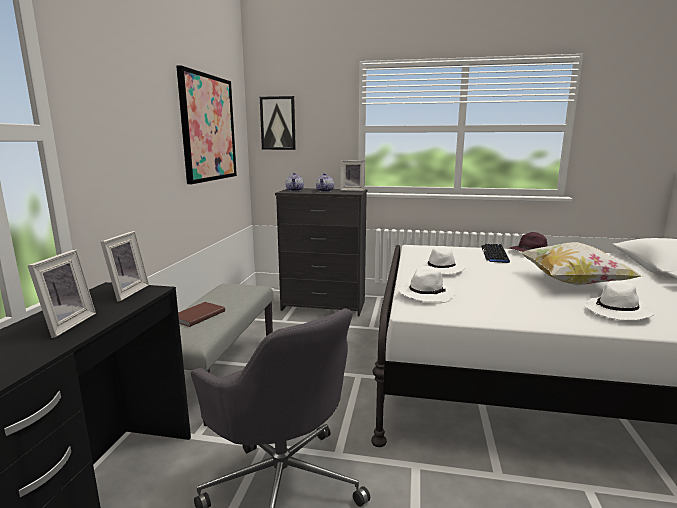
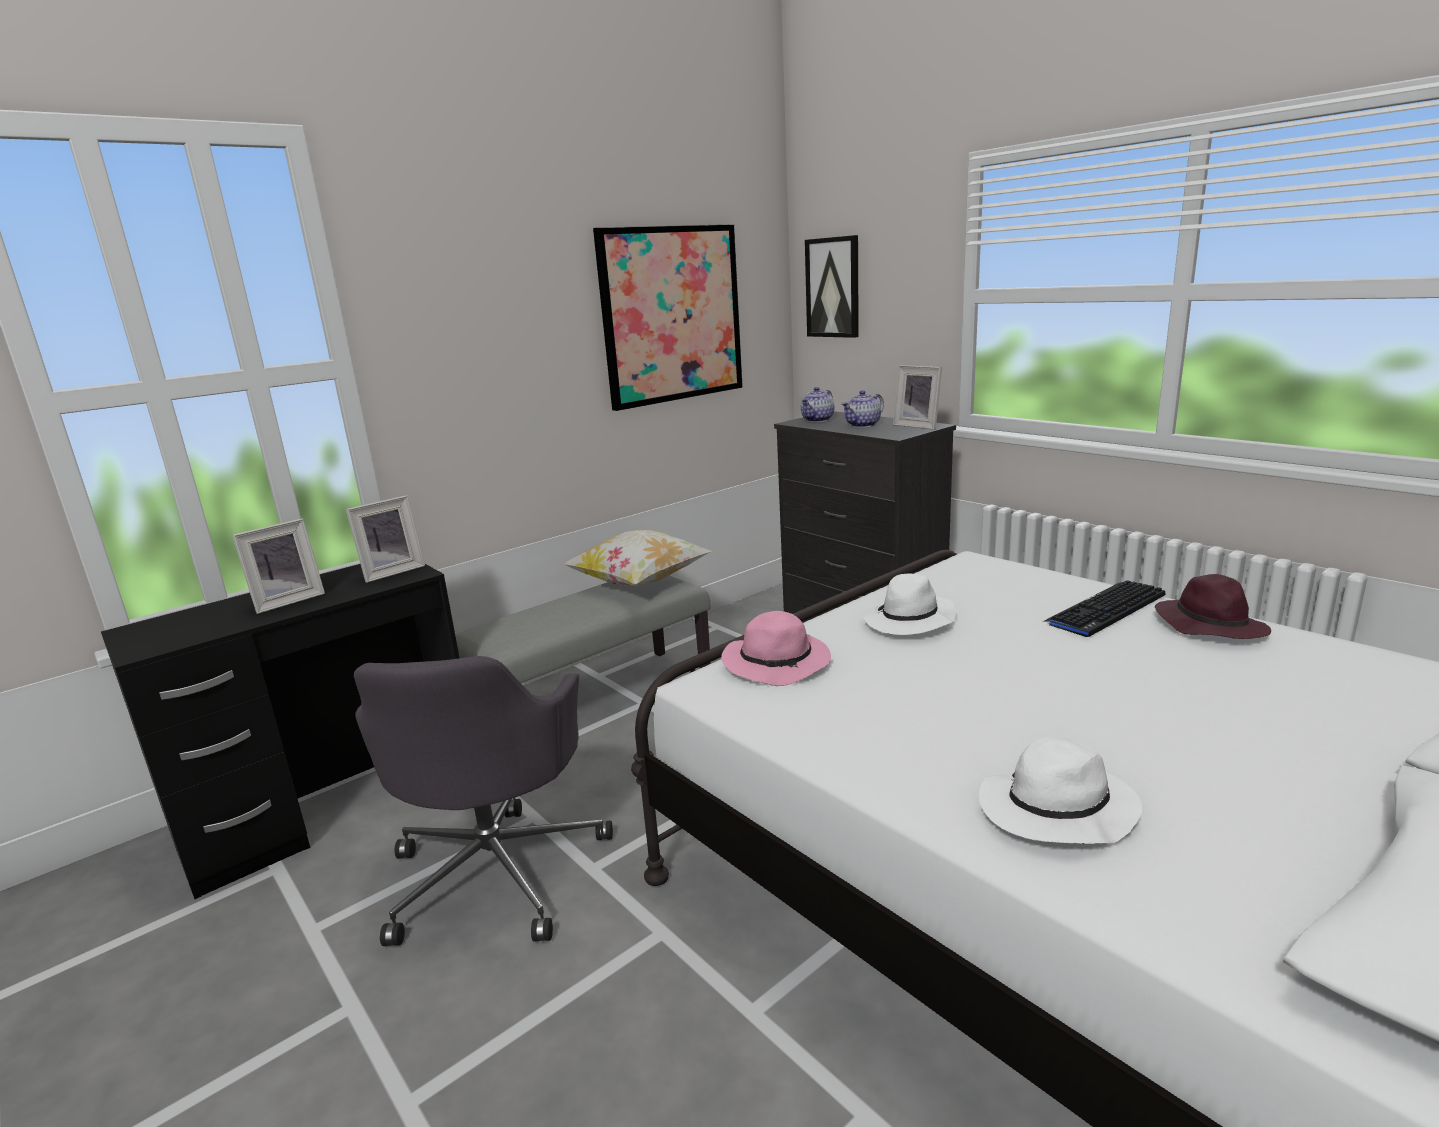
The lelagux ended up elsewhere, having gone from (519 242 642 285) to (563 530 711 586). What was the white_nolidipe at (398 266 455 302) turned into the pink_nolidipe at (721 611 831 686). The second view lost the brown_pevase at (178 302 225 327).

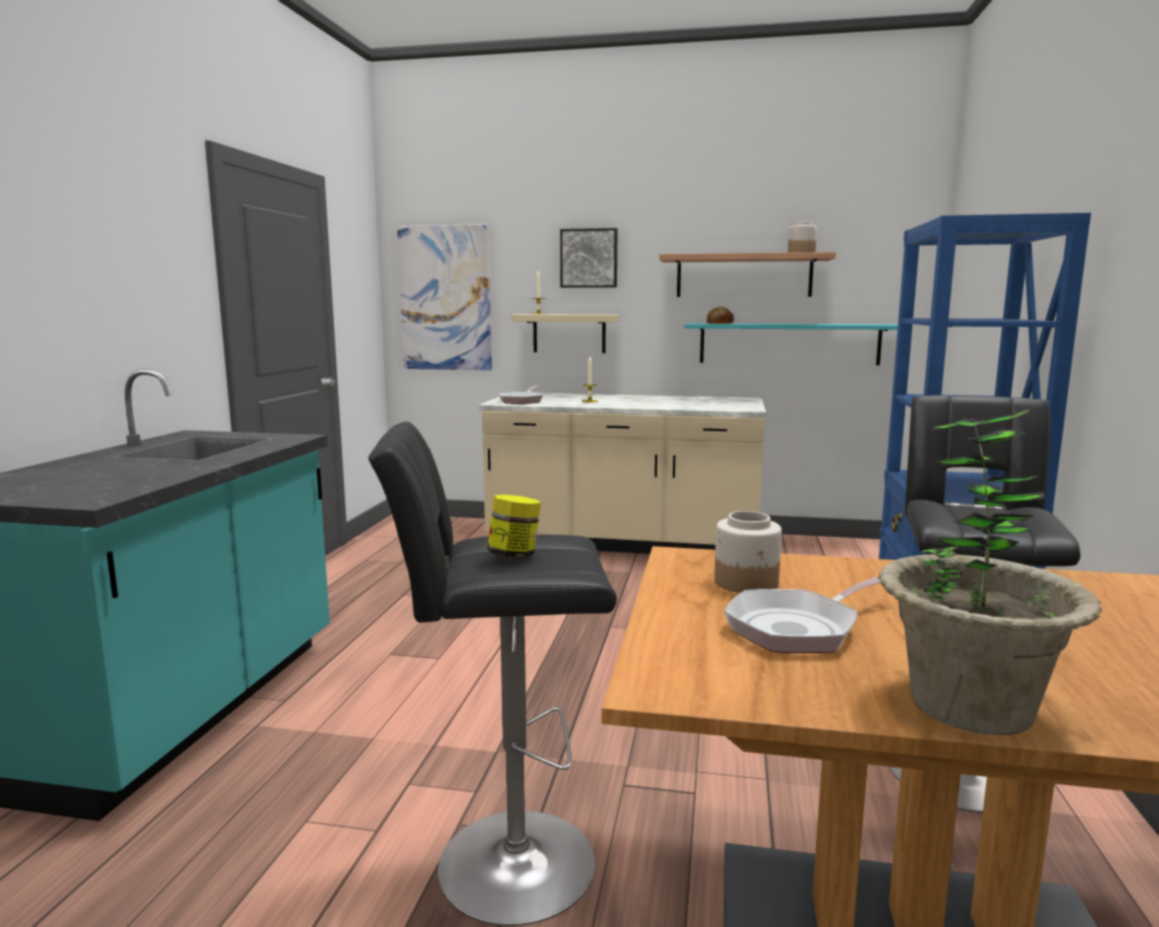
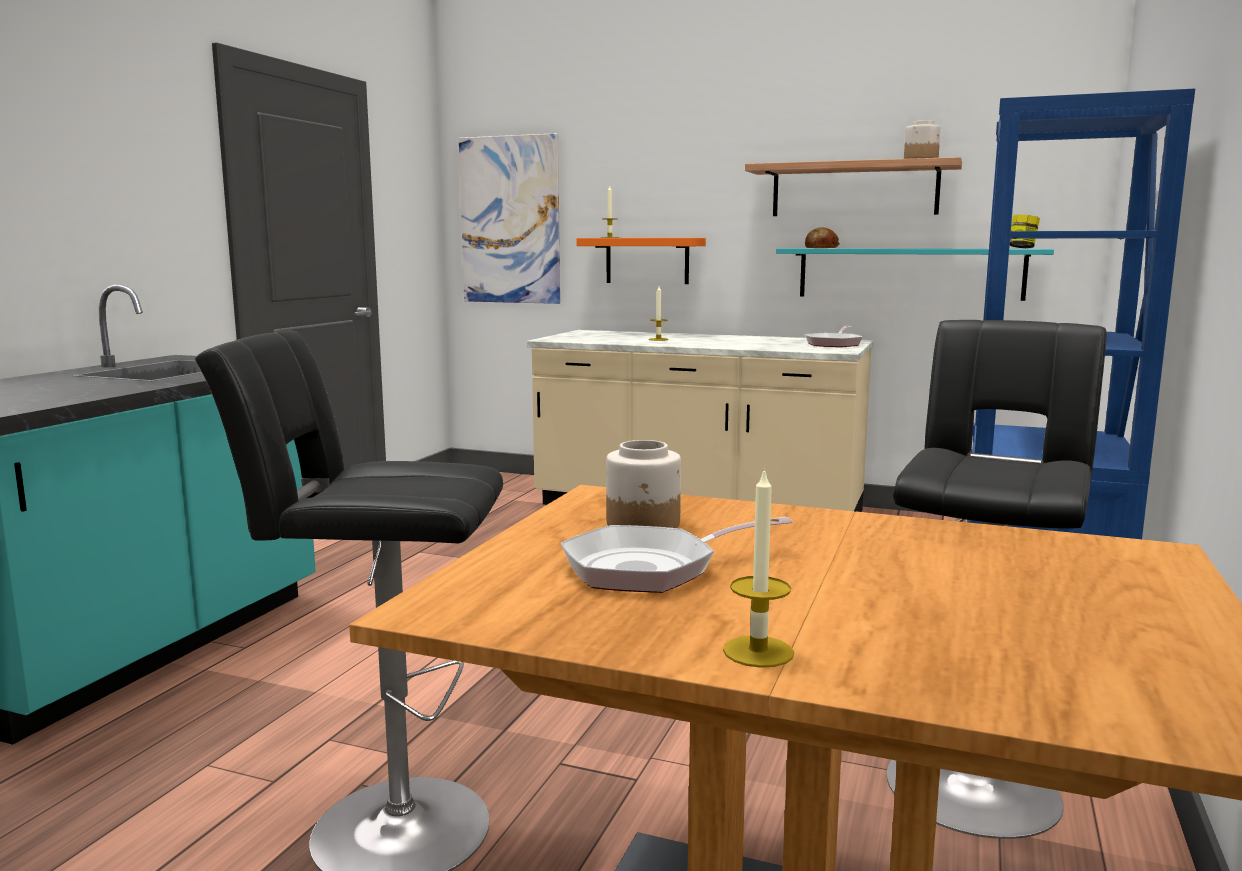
What was the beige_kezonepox at (511 314 620 353) turned into the orange_kezonepox at (576 238 706 284). Where the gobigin stood at (879 409 1102 735), the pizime came to stand at (723 467 794 668). The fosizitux ended up elsewhere, having gone from (499 385 543 404) to (805 326 863 347). The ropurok ended up elsewhere, having gone from (487 495 541 558) to (1010 214 1040 248). The second view lost the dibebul at (560 228 618 288).

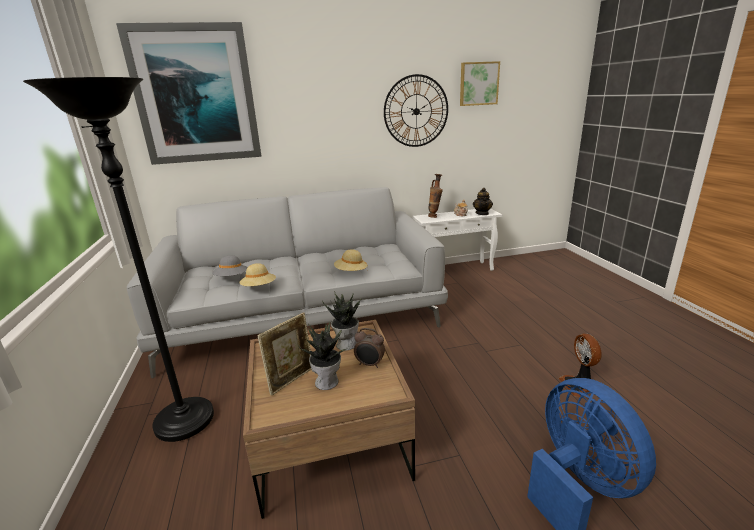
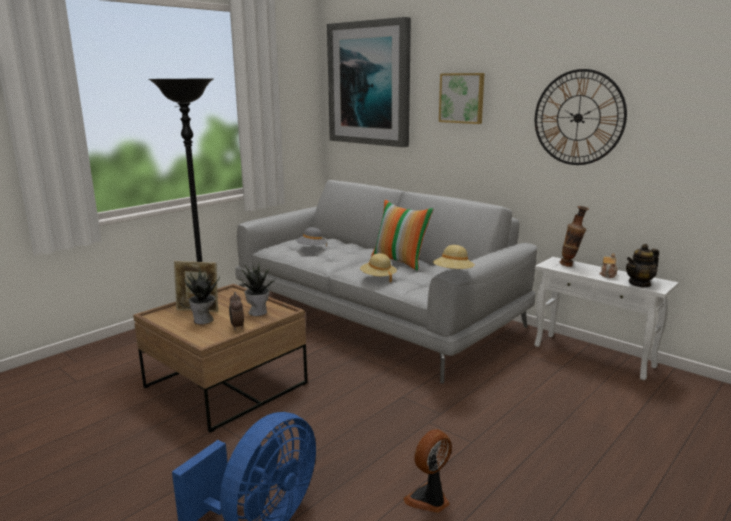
The second view gained the lelagux at (371 200 433 270). The beige_nolidipe ended up elsewhere, having gone from (239 263 276 286) to (433 245 475 269). The dibebul ended up elsewhere, having gone from (460 61 500 106) to (439 73 484 124).

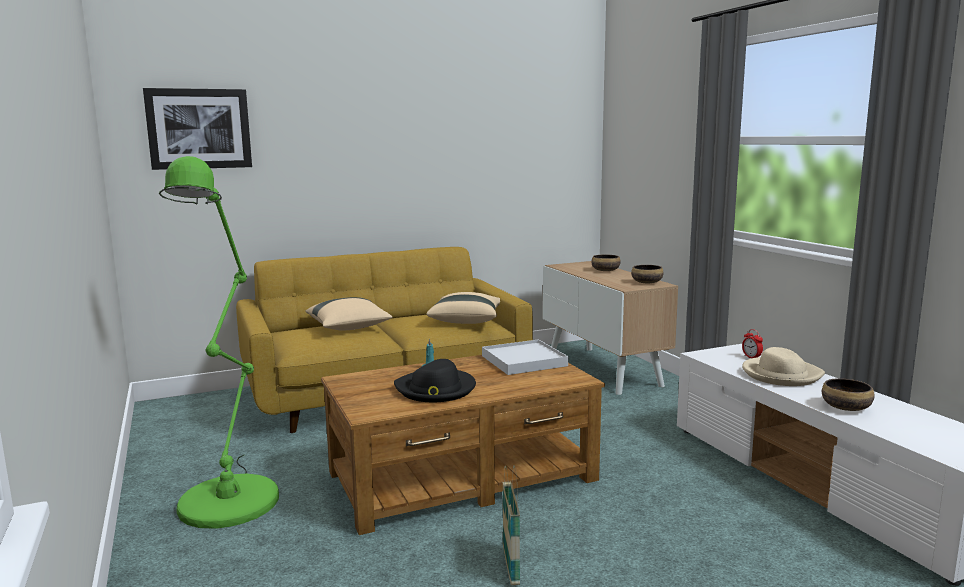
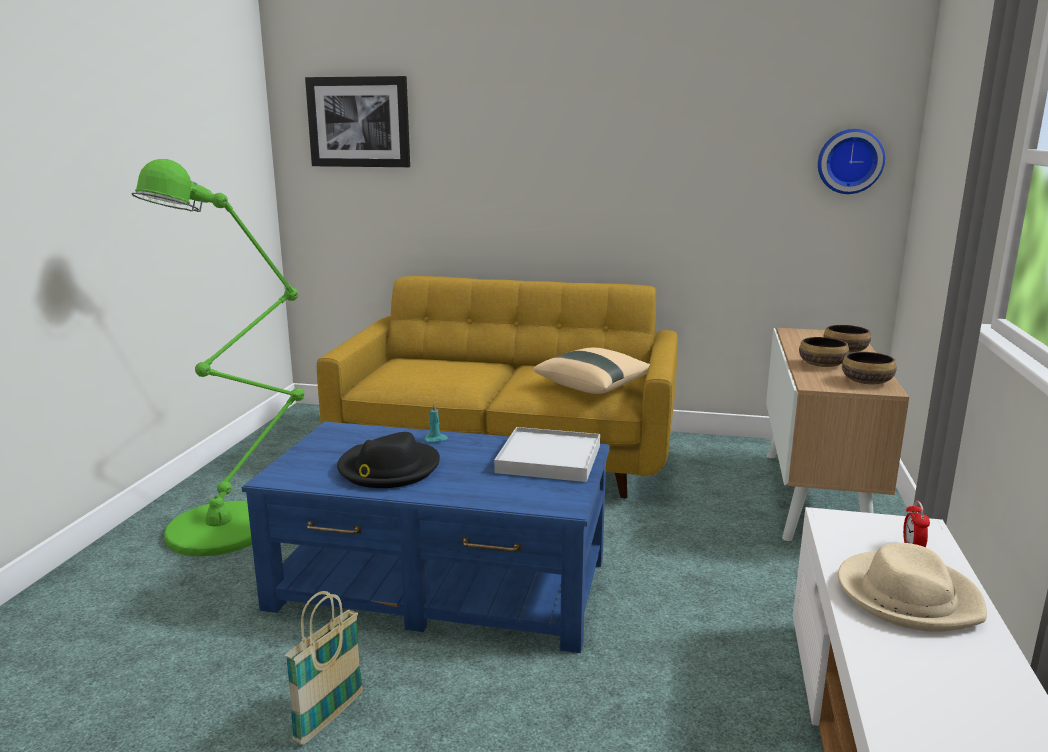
What was the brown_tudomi at (321 355 605 535) turned into the blue_tudomi at (241 422 610 653). The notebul ended up elsewhere, having gone from (822 378 874 411) to (799 337 849 367). The second view gained the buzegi at (818 129 885 194). The second view lost the beige_lelagux at (305 297 393 331).

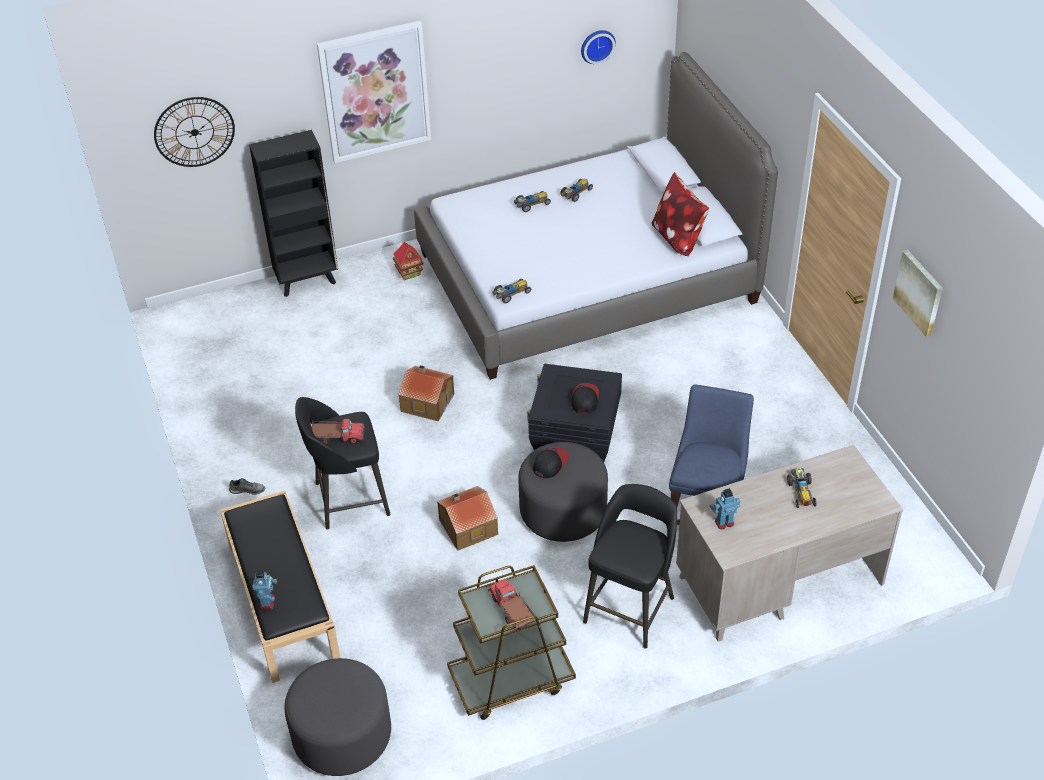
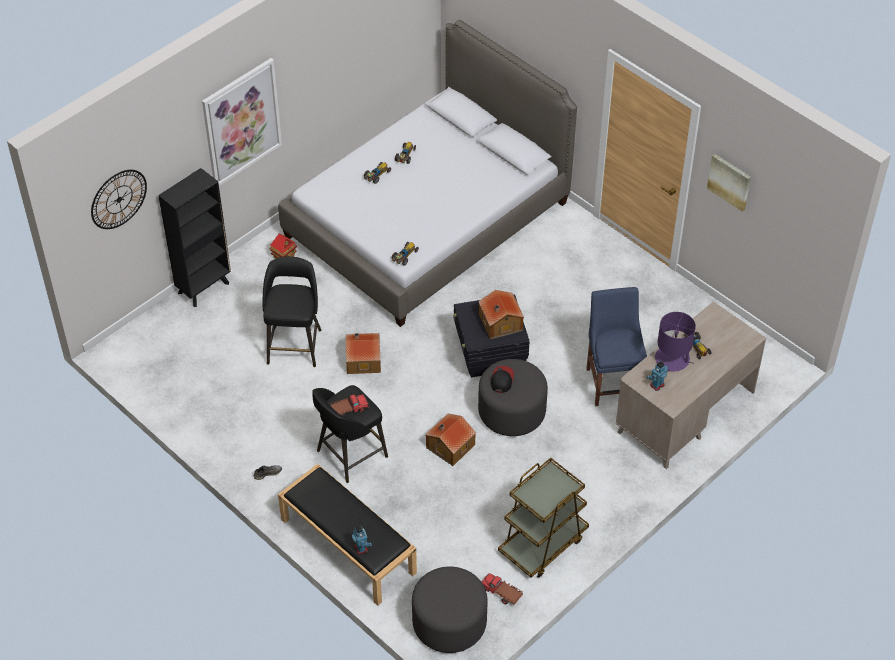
The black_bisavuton ended up elsewhere, having gone from (583 484 677 648) to (263 256 321 367). Where the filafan stood at (571 383 599 414), the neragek came to stand at (478 290 524 340). The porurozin ended up elsewhere, having gone from (488 579 536 629) to (482 573 523 605). The second view gained the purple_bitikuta at (655 312 696 371). The second view lost the buzegi at (581 30 616 64). The second view lost the lelagux at (652 172 709 256).

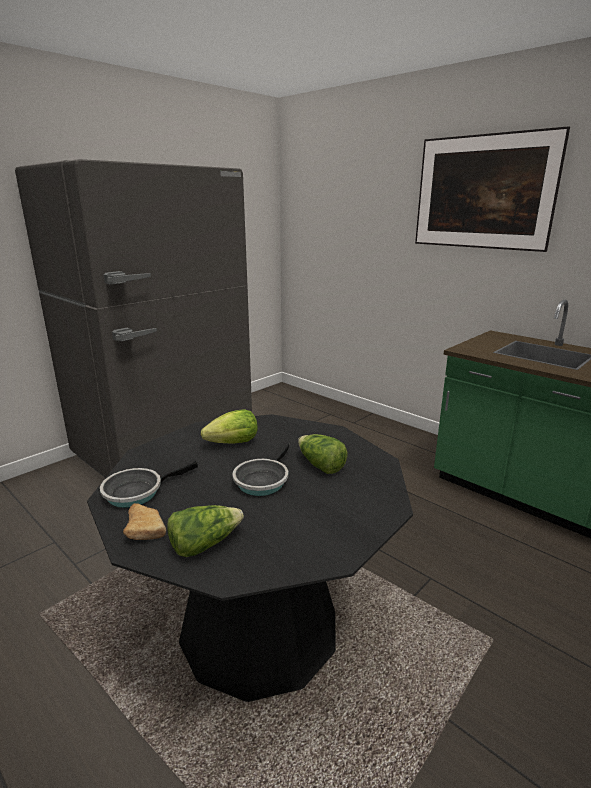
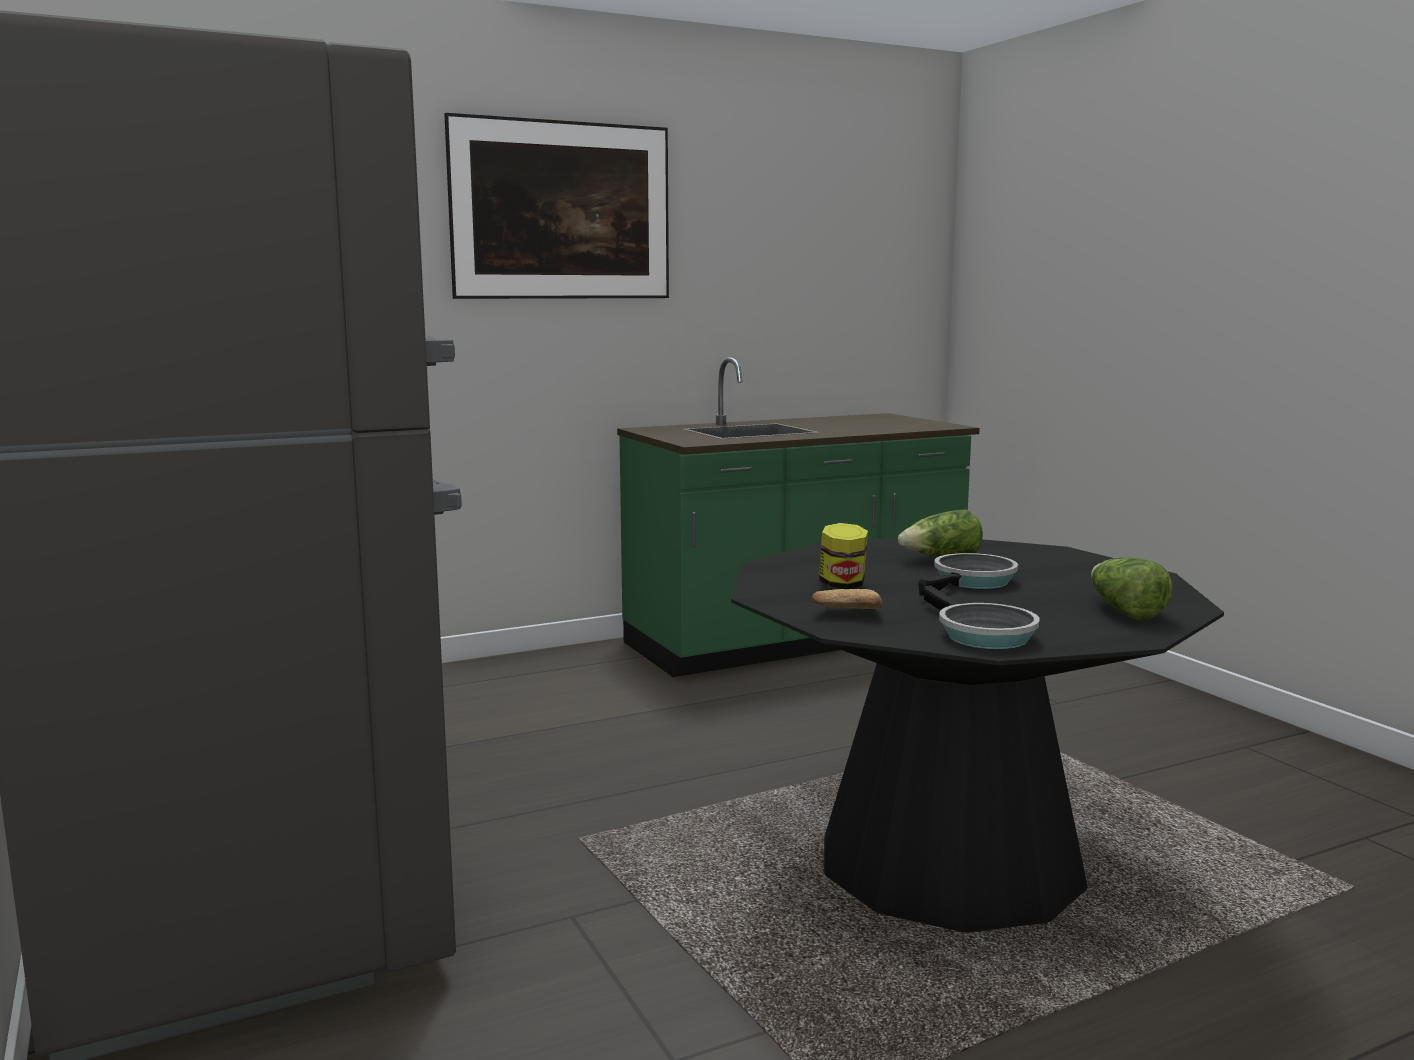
The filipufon ended up elsewhere, having gone from (123 503 166 540) to (812 589 882 609). Where the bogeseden stood at (201 409 258 444), the ropurok came to stand at (819 523 868 589). The fosizitux at (232 442 290 496) ended up facing another way, 90 degrees counterclockwise from before.

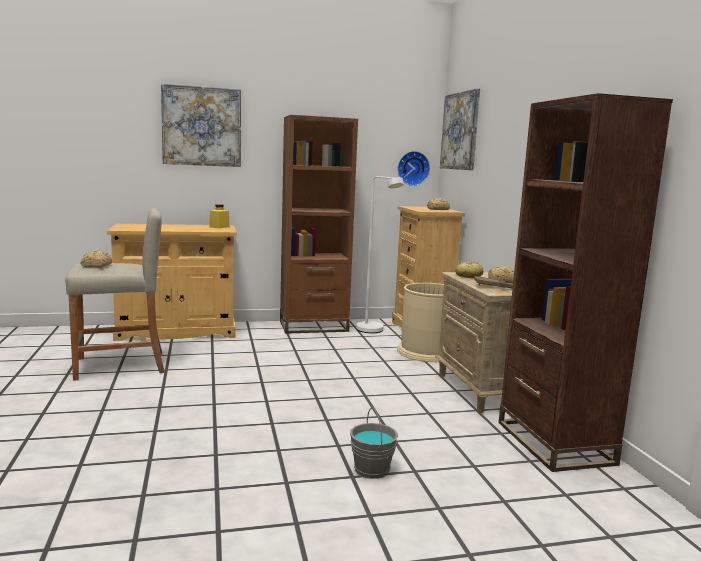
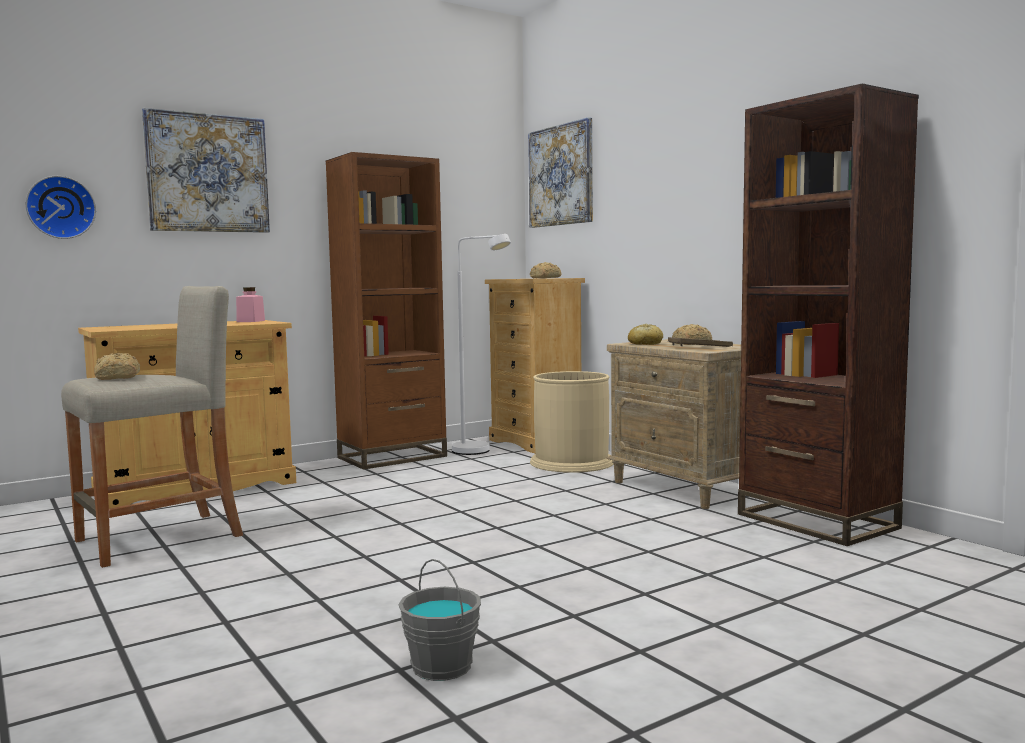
The buzegi ended up elsewhere, having gone from (398 151 430 186) to (25 176 96 239). What was the yellow_ropurok at (209 204 230 228) turned into the pink_ropurok at (236 287 265 322). The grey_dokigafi ended up elsewhere, having gone from (350 408 398 479) to (398 559 481 681).

